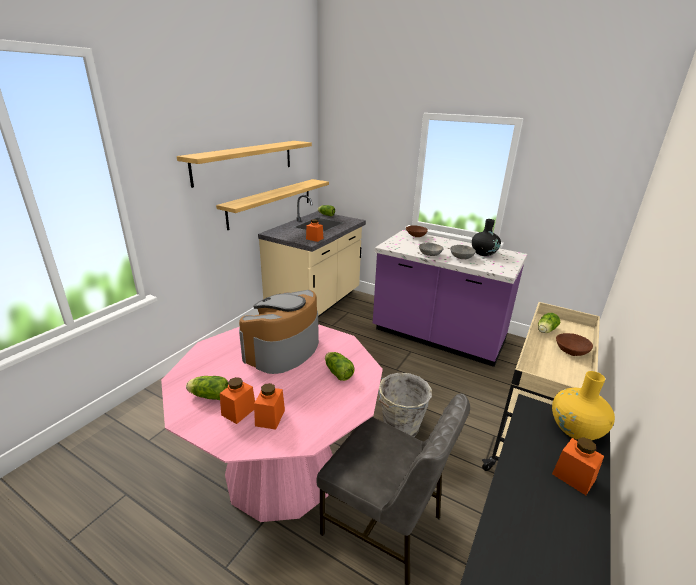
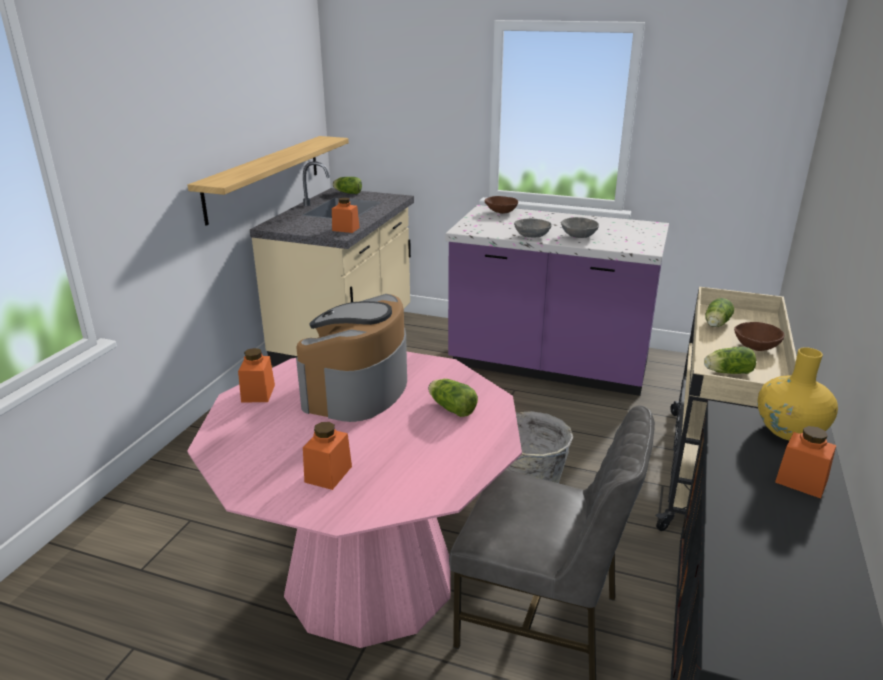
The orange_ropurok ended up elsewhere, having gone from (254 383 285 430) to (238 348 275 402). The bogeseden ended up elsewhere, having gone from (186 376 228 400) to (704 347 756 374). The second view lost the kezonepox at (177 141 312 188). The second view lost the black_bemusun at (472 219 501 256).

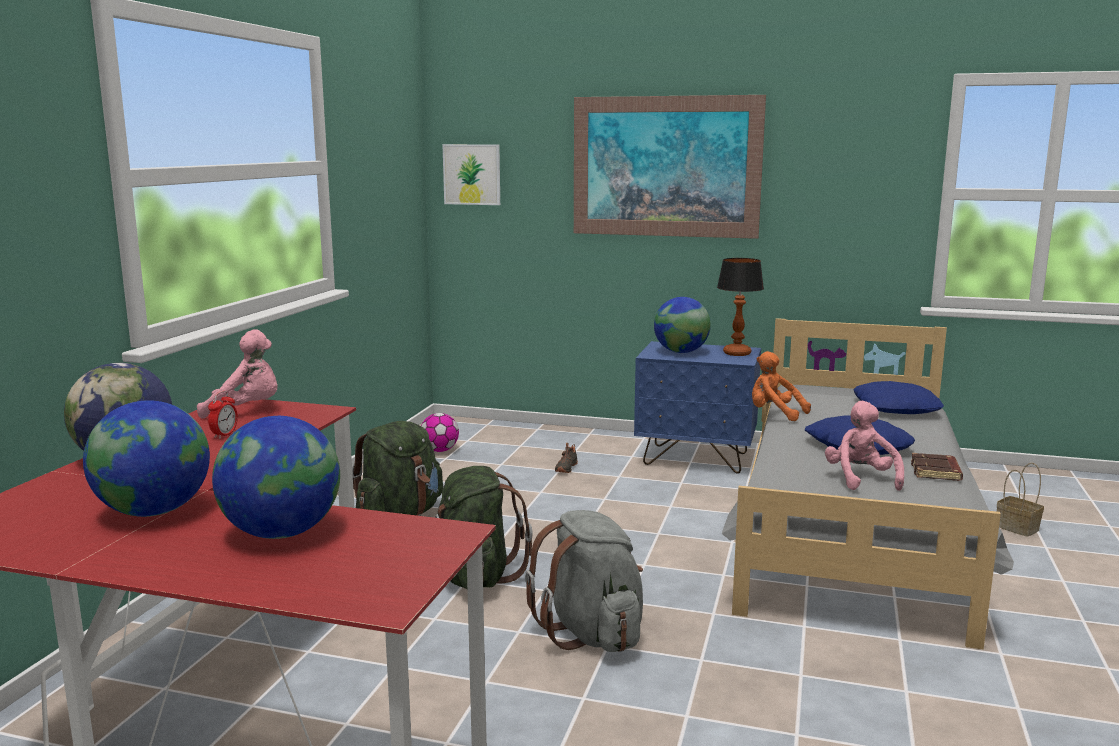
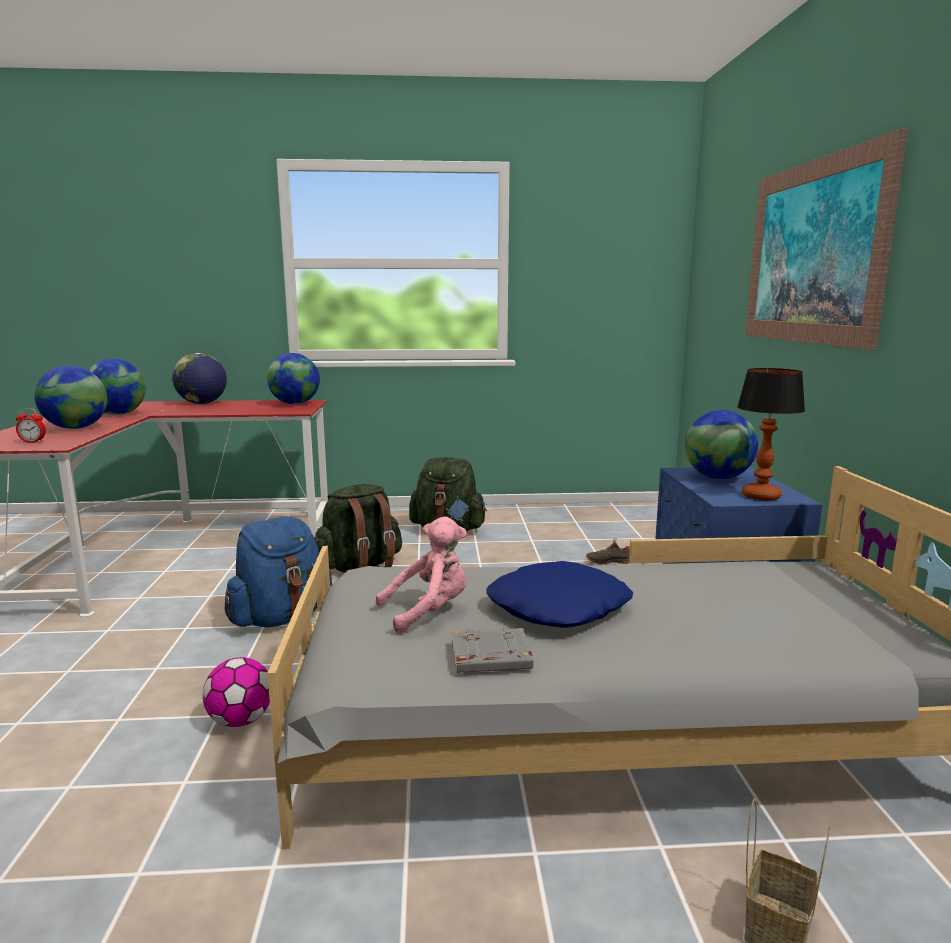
The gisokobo ended up elsewhere, having gone from (208 391 238 439) to (16 408 46 443). The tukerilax ended up elsewhere, having gone from (421 413 459 452) to (203 657 270 727). What was the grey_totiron at (525 510 643 652) turned into the blue_totiron at (225 516 332 627). Where the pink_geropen stood at (197 329 278 419), the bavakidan came to stand at (267 353 320 404). What was the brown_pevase at (911 453 963 481) turned into the grey_pevase at (452 627 533 673). The second view lost the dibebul at (442 144 500 205). The second view lost the orange_geropen at (752 351 811 421). The second view lost the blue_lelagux at (853 381 944 414).

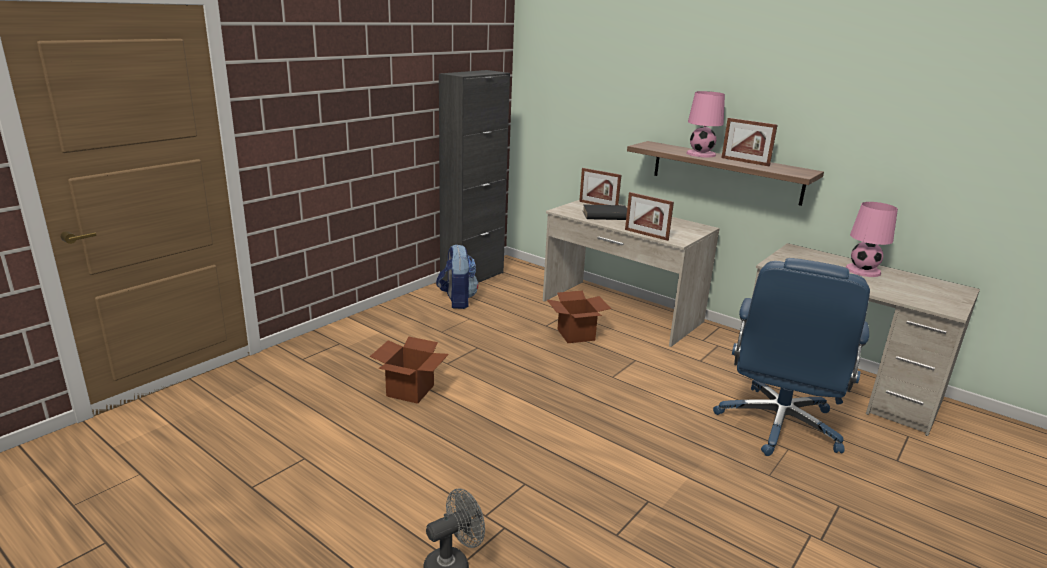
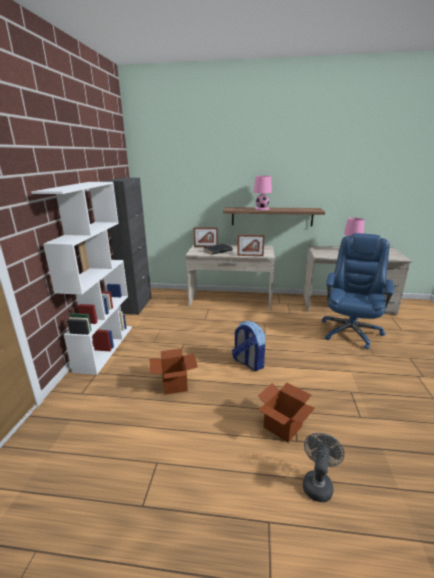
The second view gained the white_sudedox at (31 182 132 375). The totiron ended up elsewhere, having gone from (436 244 478 309) to (232 321 265 371). The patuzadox ended up elsewhere, having gone from (547 291 611 343) to (258 383 315 443). The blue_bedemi at (713 258 870 456) ended up facing another way, 150 degrees counterclockwise from before. The second view lost the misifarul at (721 118 777 166).

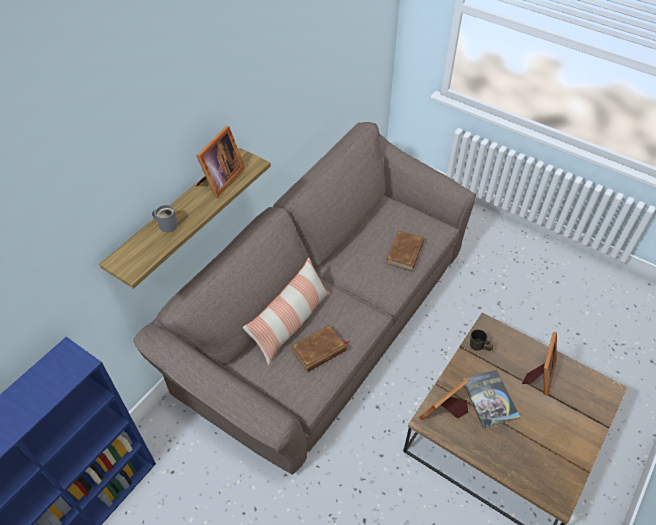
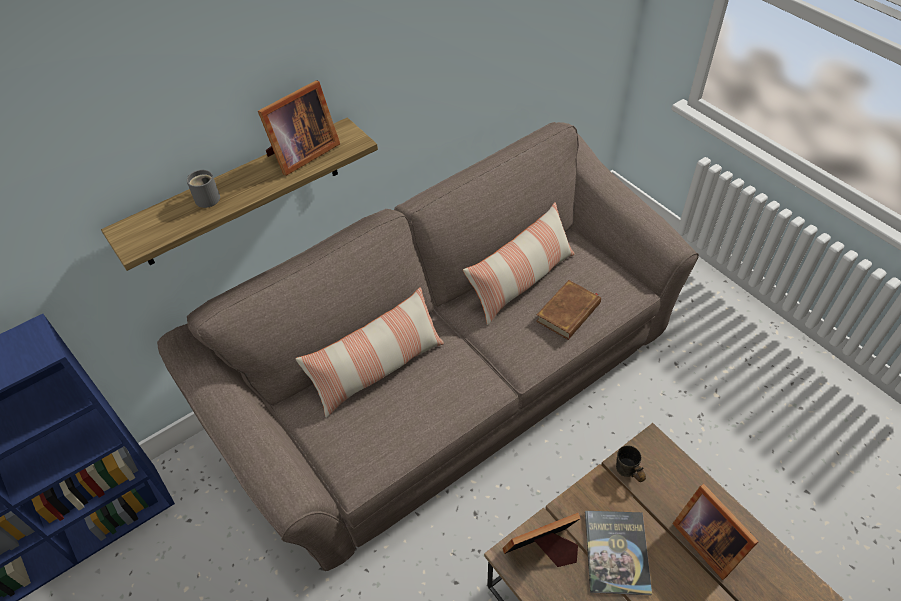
The second view gained the lelagux at (463 202 575 325). The misifarul at (522 332 557 396) ended up facing another way, 105 degrees clockwise from before. The second view lost the brown_pevase at (292 325 350 372).

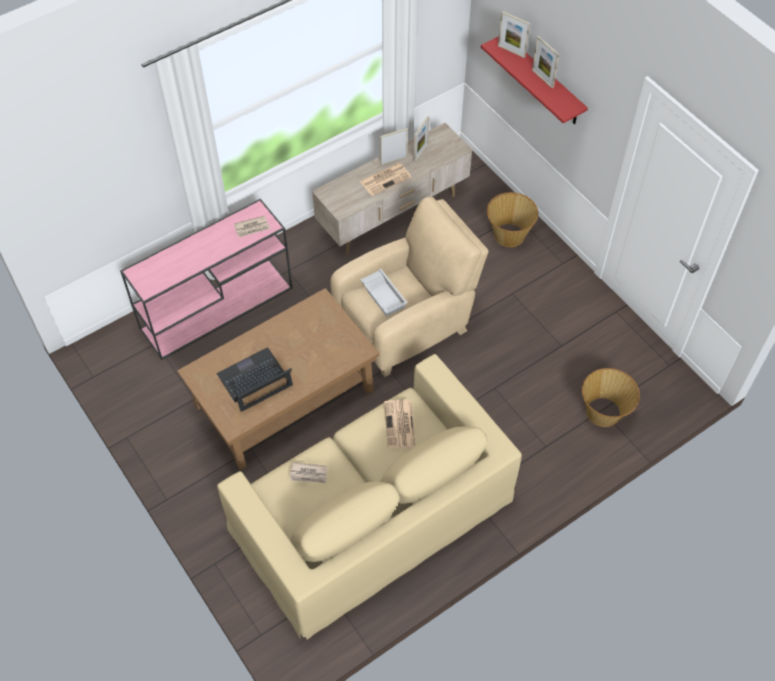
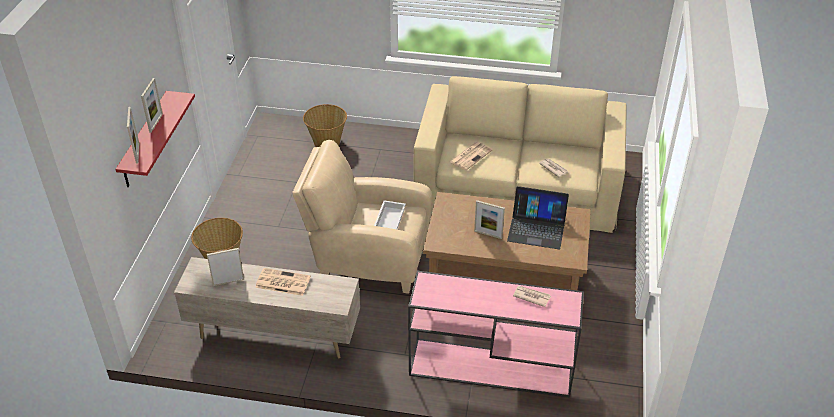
The misifarul ended up elsewhere, having gone from (380 128 408 165) to (474 200 505 239). The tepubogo ended up elsewhere, having gone from (234 216 270 237) to (513 286 551 307).

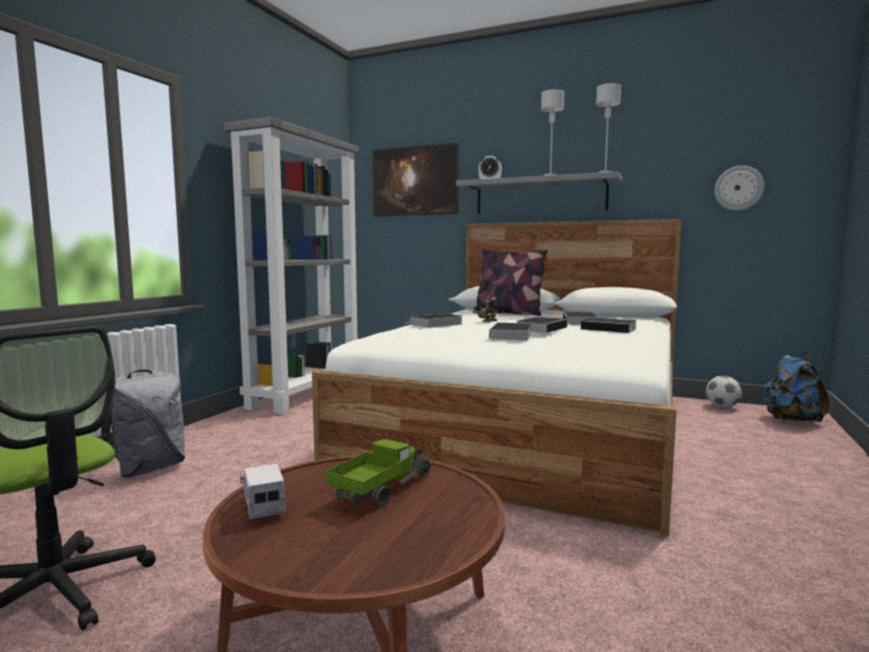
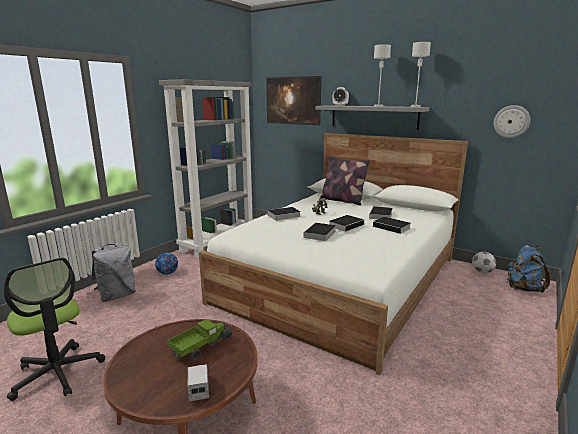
The second view gained the tukerilax at (155 253 178 275). The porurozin ended up elsewhere, having gone from (240 463 286 519) to (186 364 210 402).

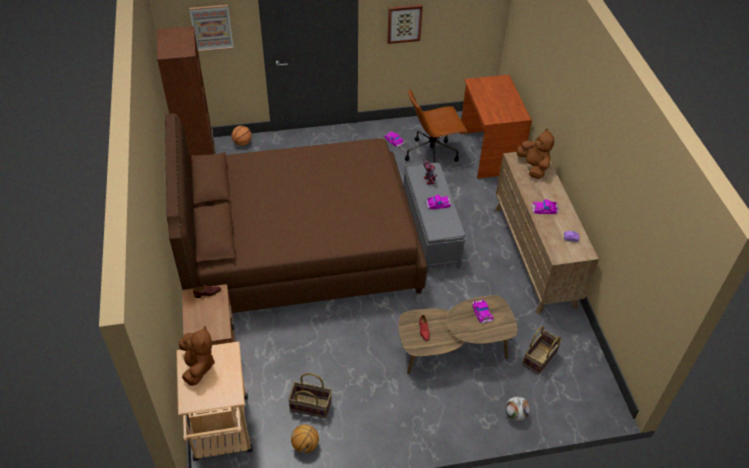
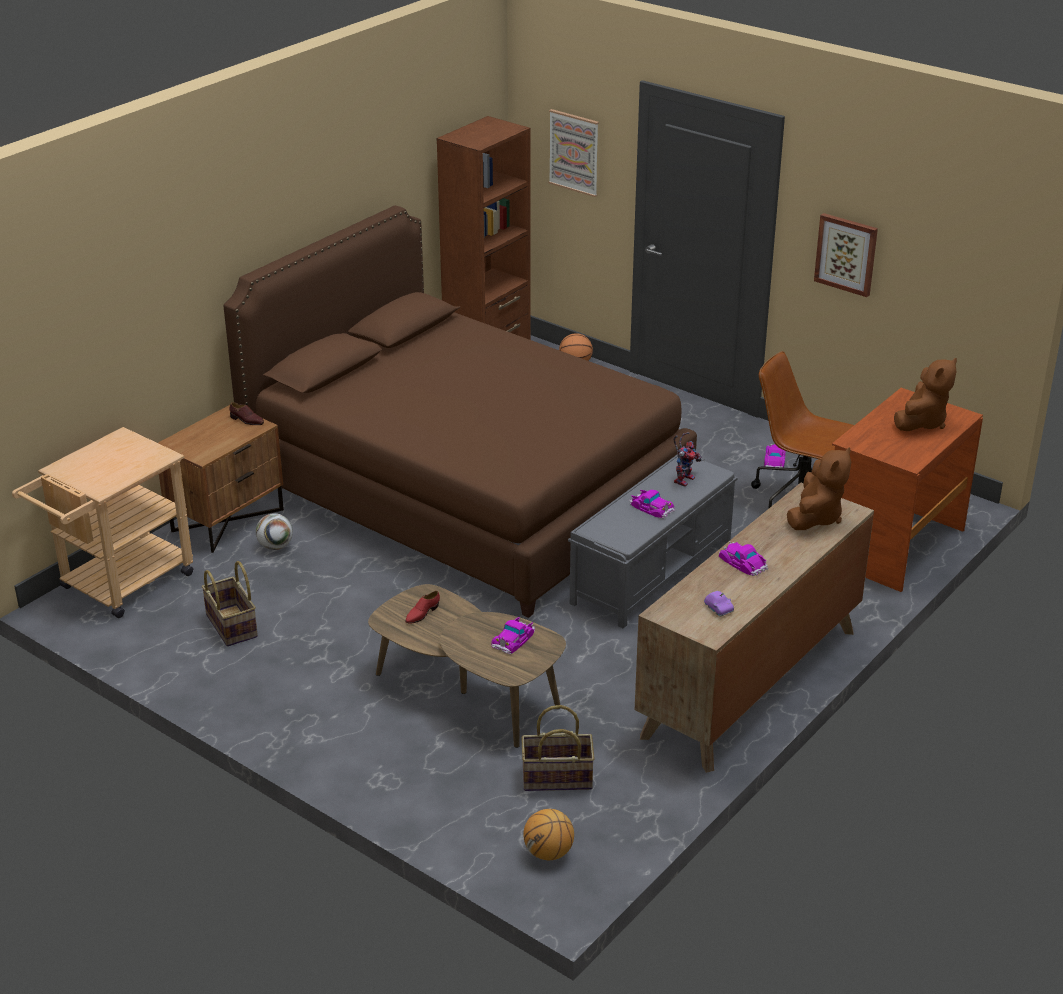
The tukerilax ended up elsewhere, having gone from (505 396 530 421) to (256 513 293 550). The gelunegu ended up elsewhere, having gone from (291 425 319 453) to (523 809 574 860). The brown_geropen ended up elsewhere, having gone from (179 325 215 386) to (894 358 957 431).

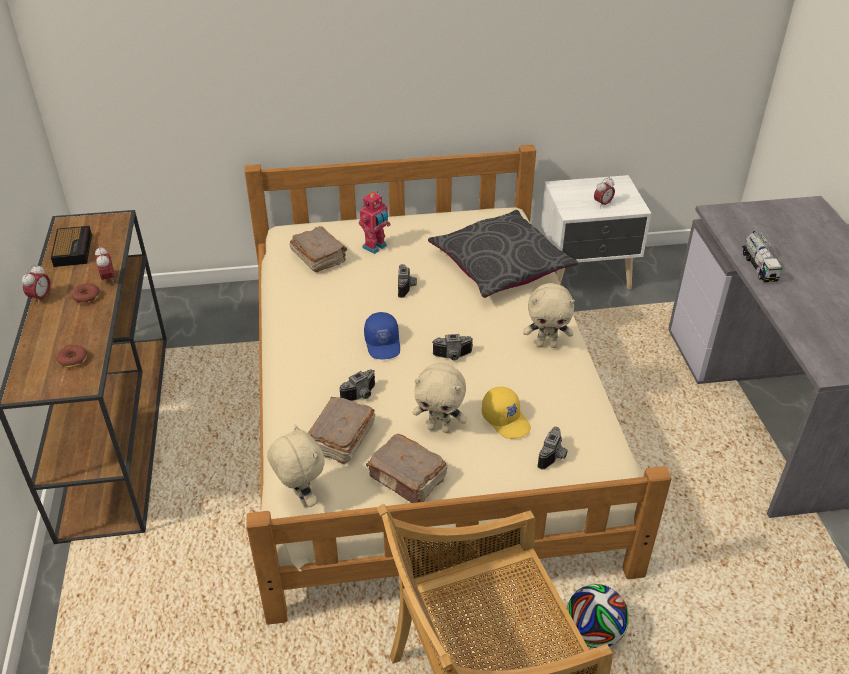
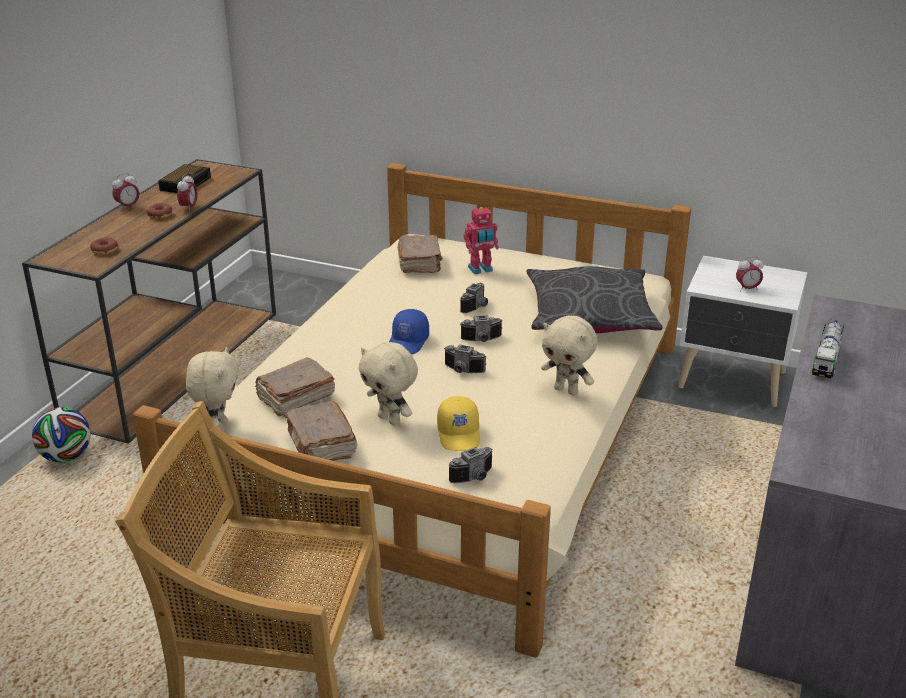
The tukerilax ended up elsewhere, having gone from (567 584 629 648) to (32 407 91 462). The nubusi ended up elsewhere, having gone from (340 369 375 401) to (460 315 502 342).

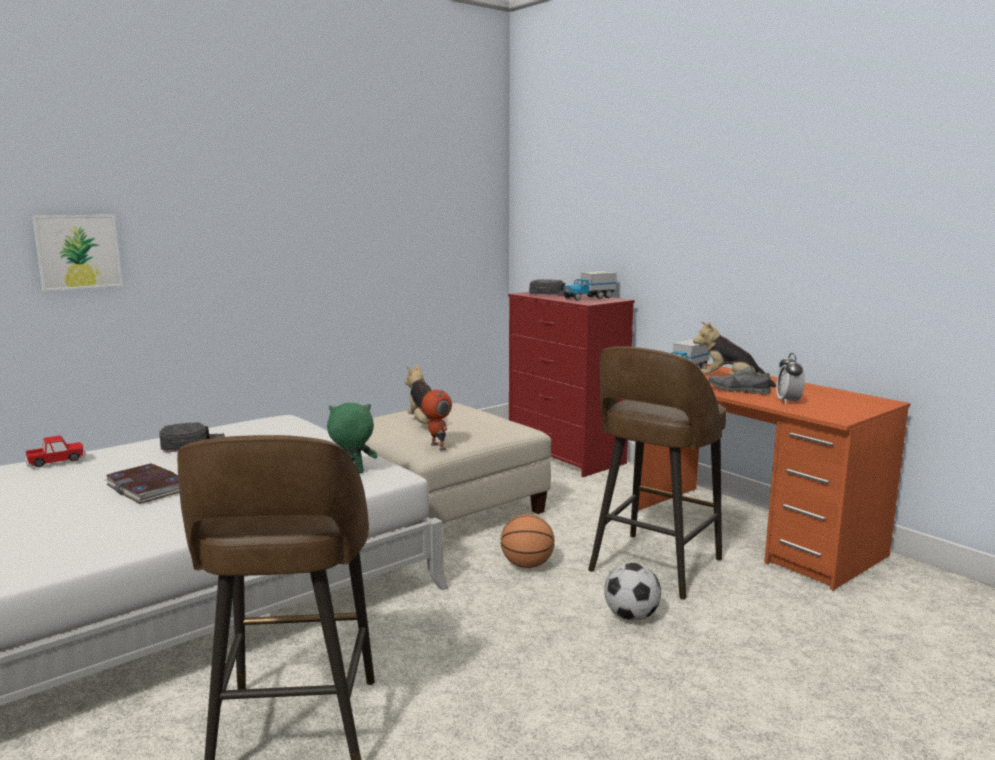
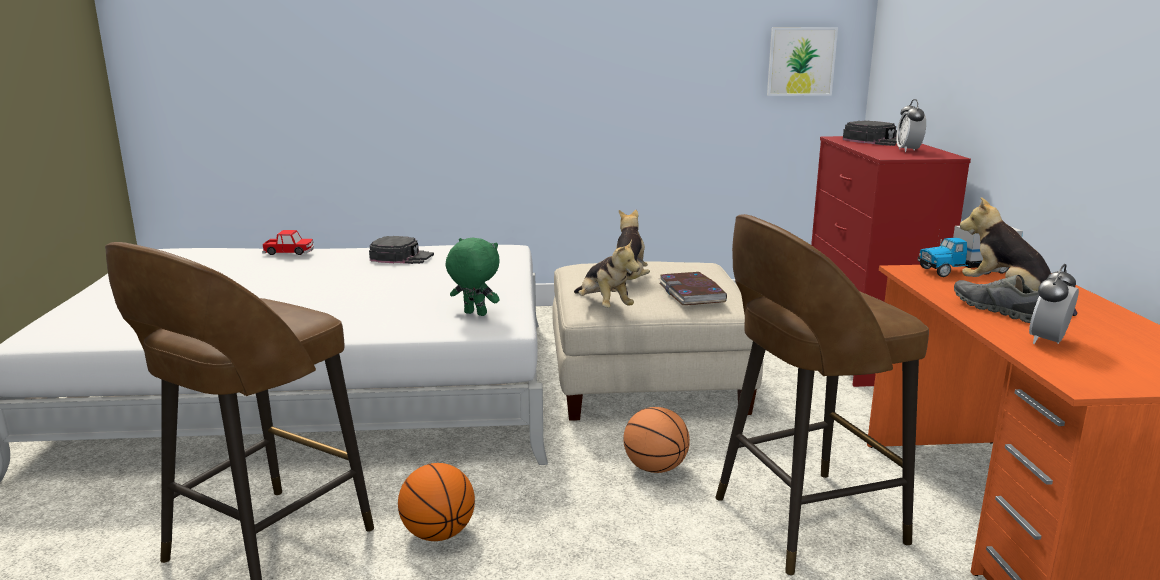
The second view gained the gelunegu at (398 463 475 541). Where the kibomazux stood at (422 389 452 450), the geropen came to stand at (574 239 640 308). The pevase ended up elsewhere, having gone from (105 463 179 504) to (659 272 727 305). The dibebul ended up elsewhere, having gone from (32 215 123 291) to (767 28 838 96). Where the porurozin stood at (563 271 617 301), the gisokobo came to stand at (896 99 926 152). The second view lost the tukerilax at (604 563 661 621).

